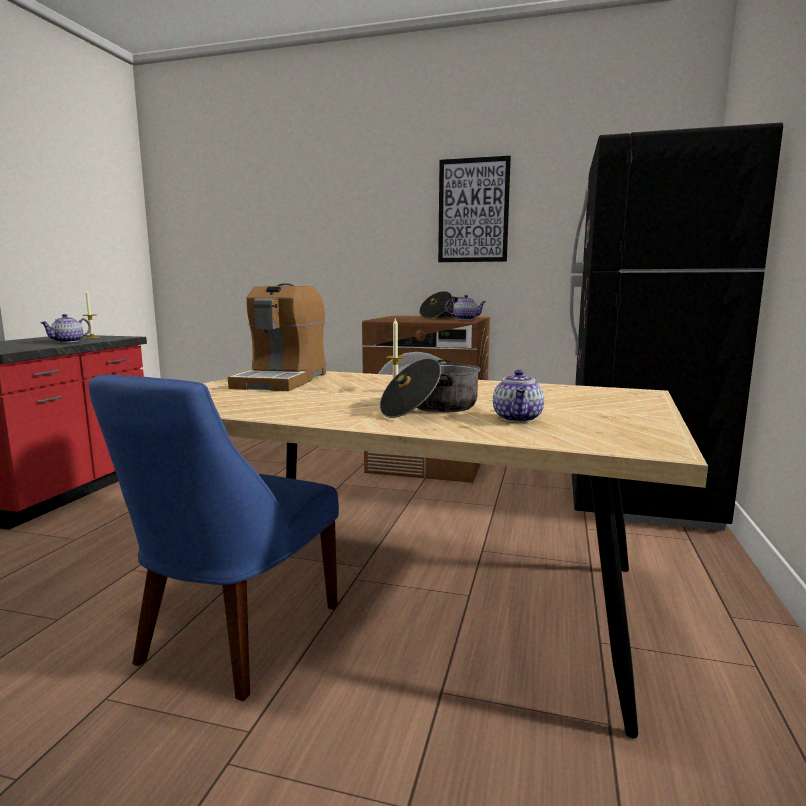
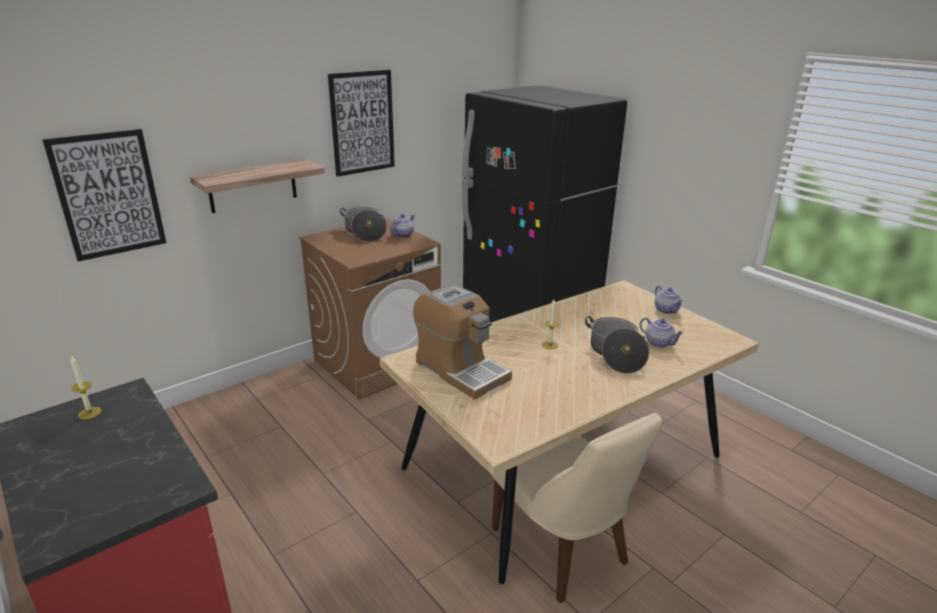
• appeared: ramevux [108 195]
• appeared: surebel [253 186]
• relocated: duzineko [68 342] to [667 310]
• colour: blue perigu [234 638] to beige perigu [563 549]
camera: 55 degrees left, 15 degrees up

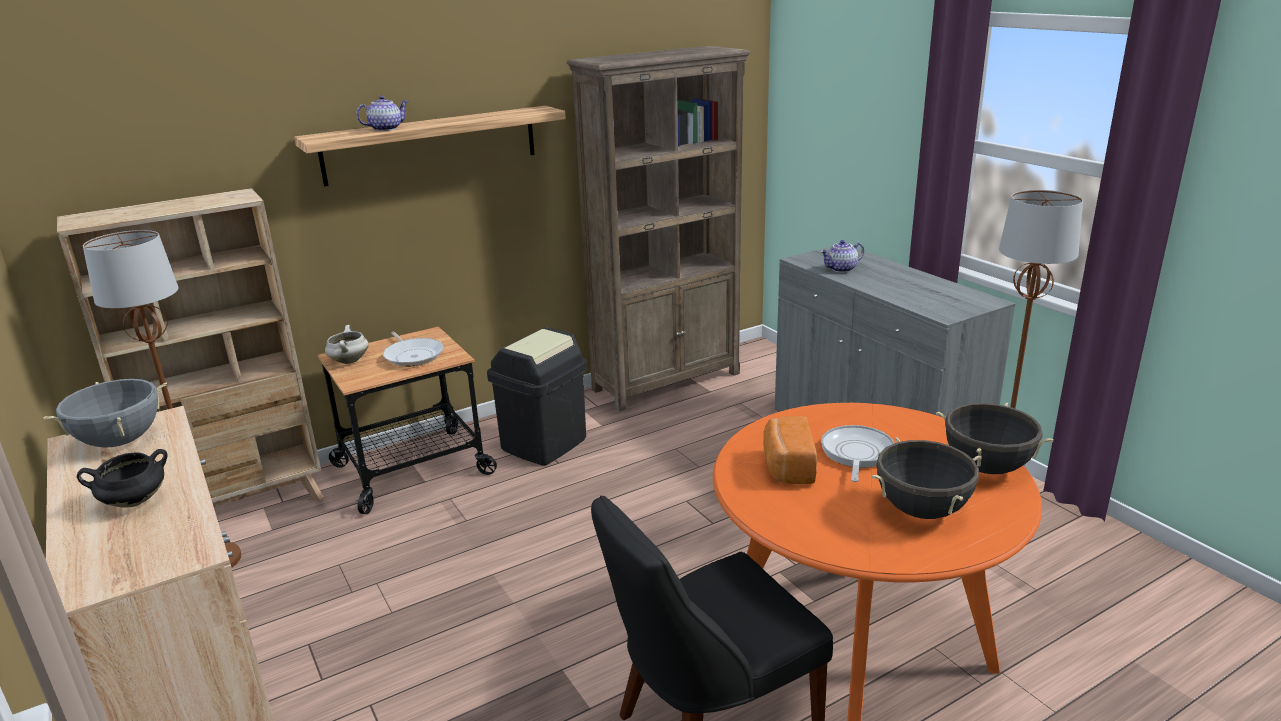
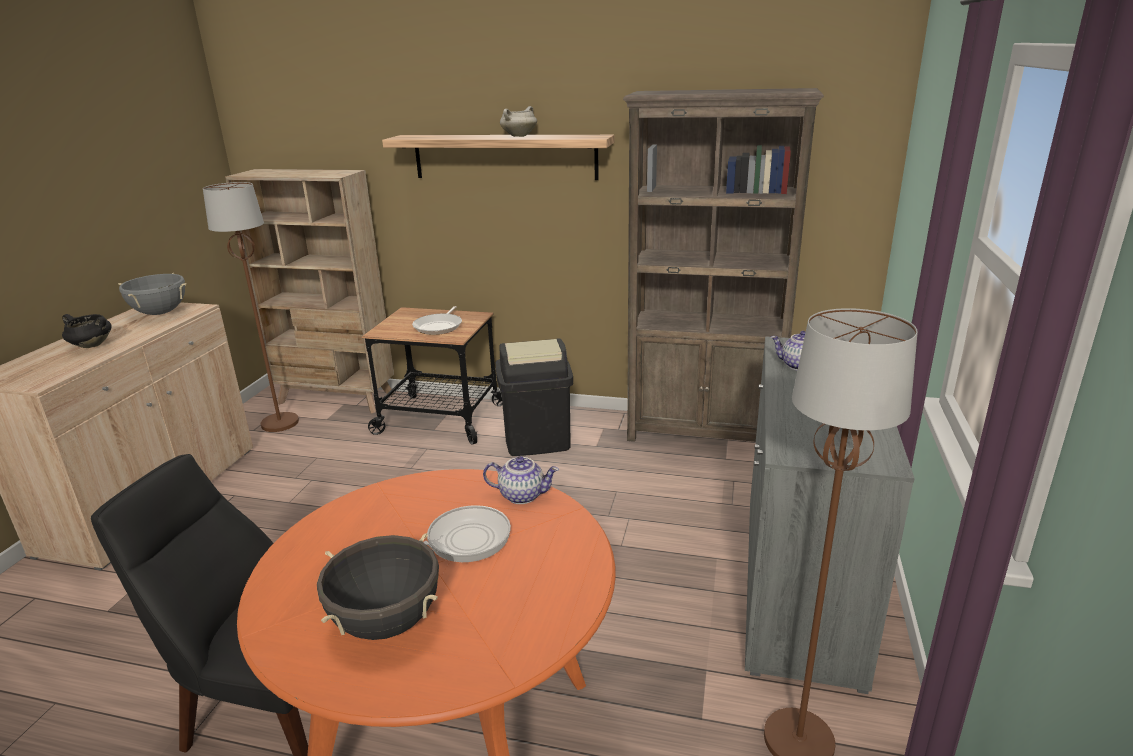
• missing: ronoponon [787 467]
• missing: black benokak [986 467]
• relocated: white benokak [349 361] to [519 136]
• relocated: duzineko [385 129] to [522 495]
camera: 45 degrees right, 0 degrees up

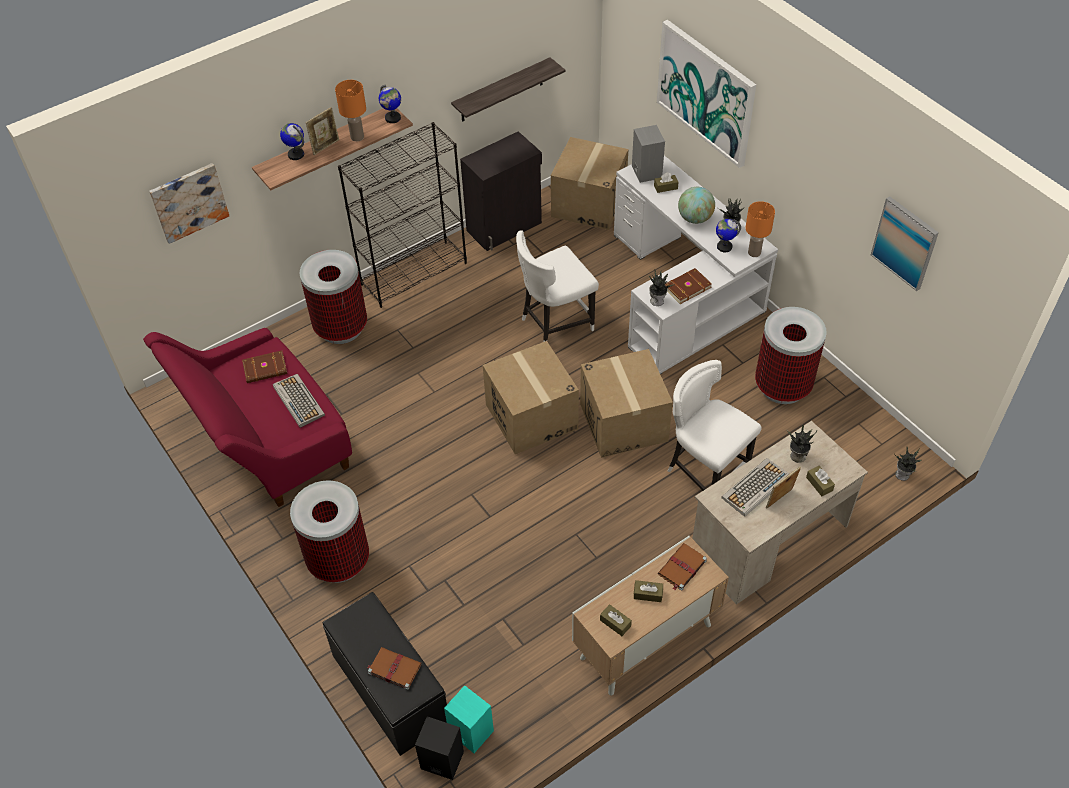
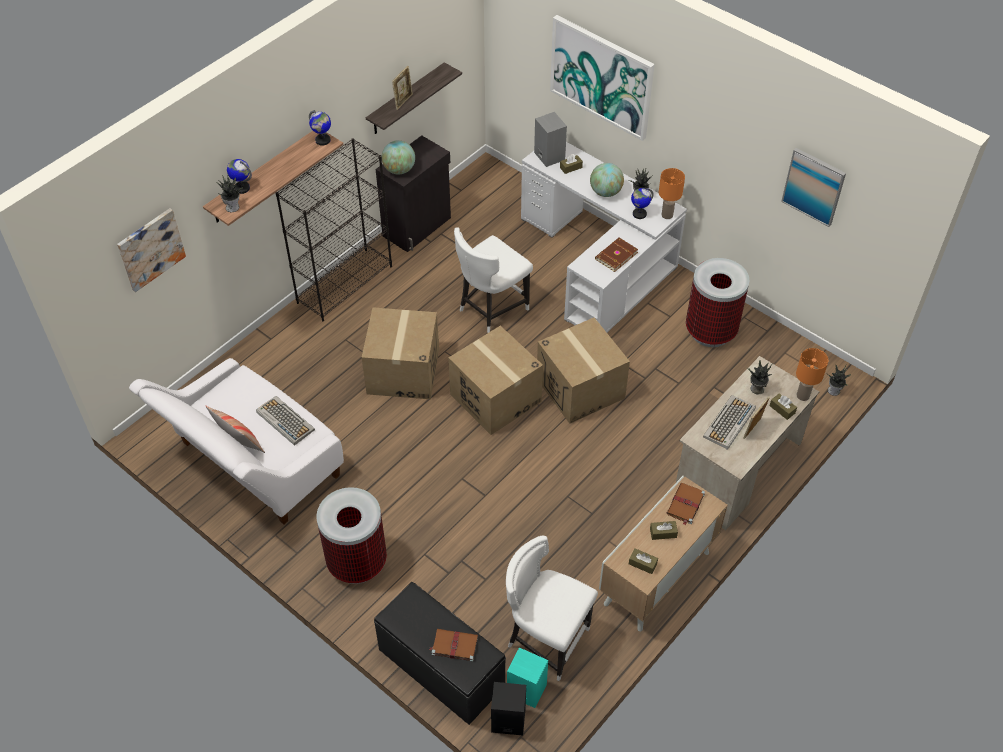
• missing: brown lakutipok [265 369]
• missing: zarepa [341 327]
• appeared: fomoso [240 443]
• appeared: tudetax [399 170]
• relocated: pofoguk [325 146] to [403 101]
• relocated: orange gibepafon [356 137] to [802 396]
• relocated: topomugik [588 203] to [403 371]
• relocated: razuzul [657 301] to [233 207]
• relocated: white perigu [705 471] to [546 639]
• colour: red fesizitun [266 441] to white fesizitun [253 466]
camera: 15 degrees left, 0 degrees up

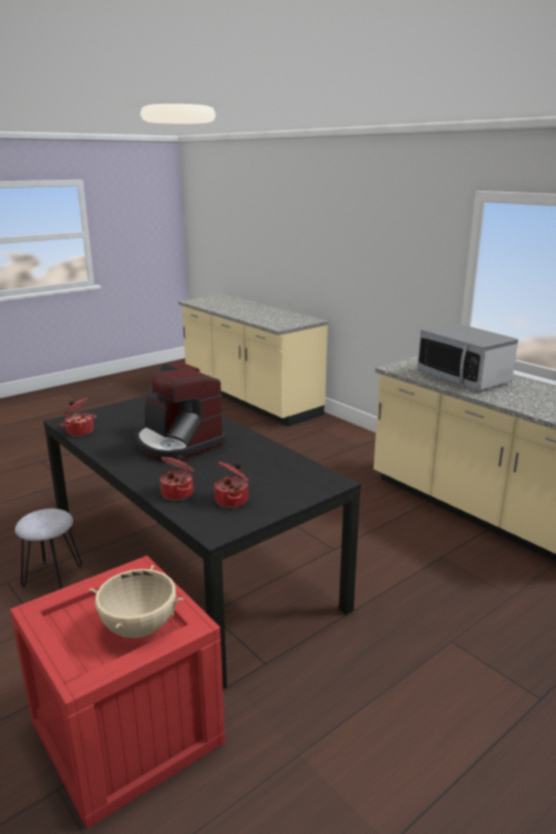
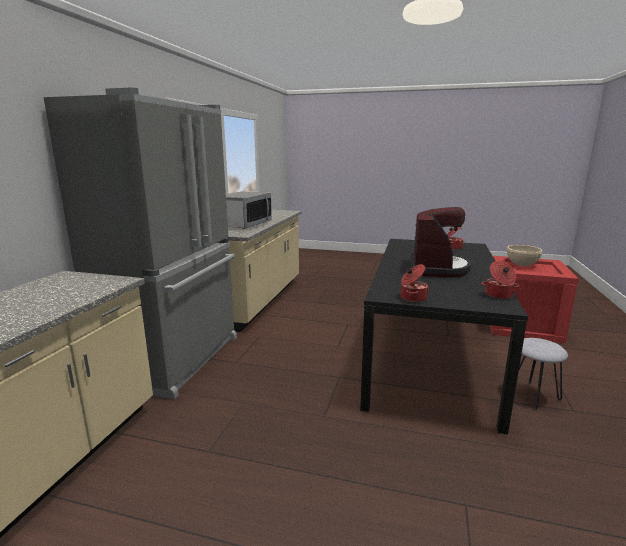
• appeared: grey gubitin [177 359]
• relocated: benokak [178 493] to [412 298]
camera: 125 degrees left, 5 degrees down

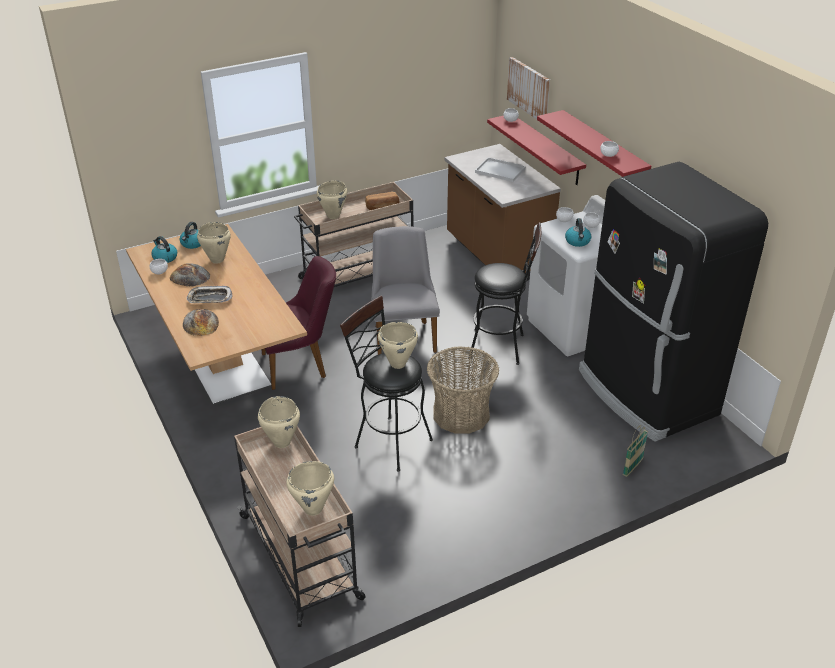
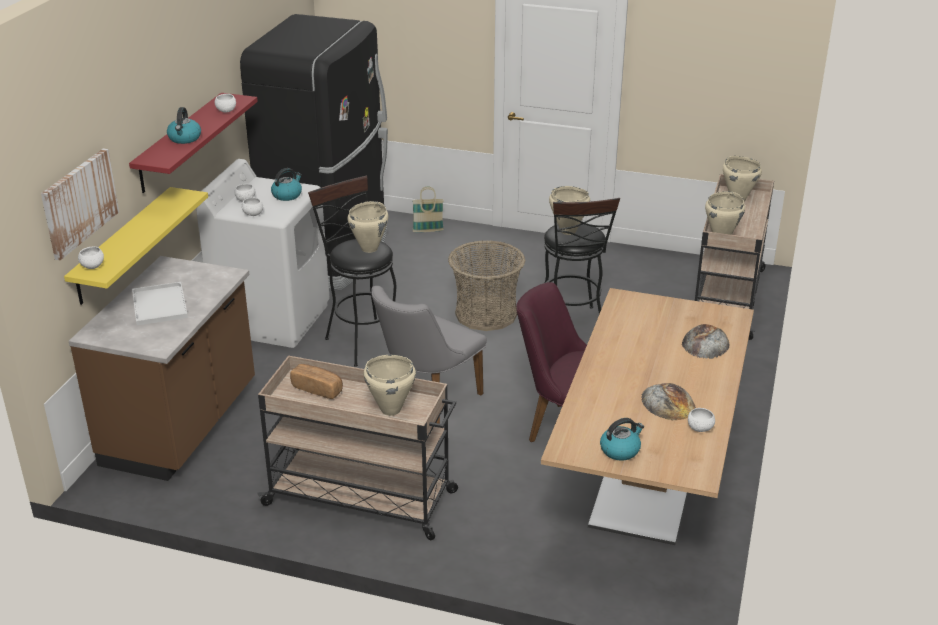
• missing: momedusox [209 298]
• relocated: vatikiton [164 258] to [185 138]
• relocated: beige benokak [217 260] to [370 248]
• colour: red surebel [546 149] to yellow surebel [123 245]
camera: 135 degrees left, 5 degrees down

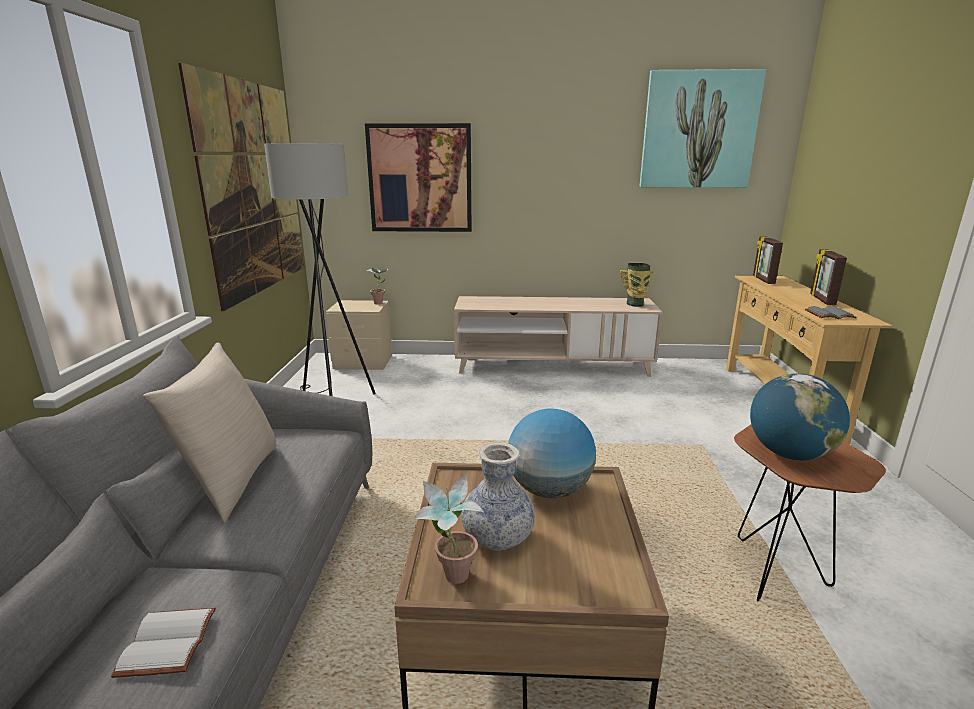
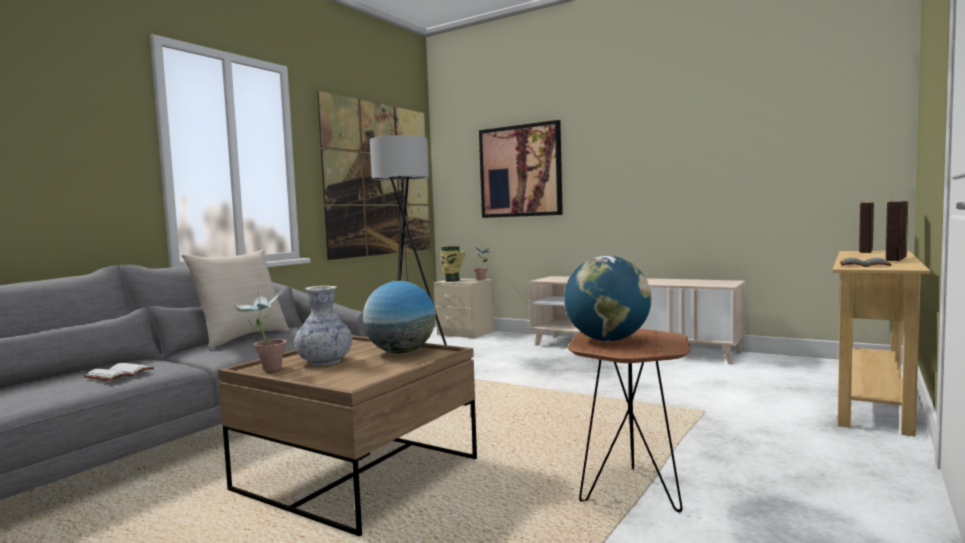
• missing: ramevux [698 130]
• relocated: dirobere [635 304] to [451 281]
camera: 30 degrees right, 15 degrees down

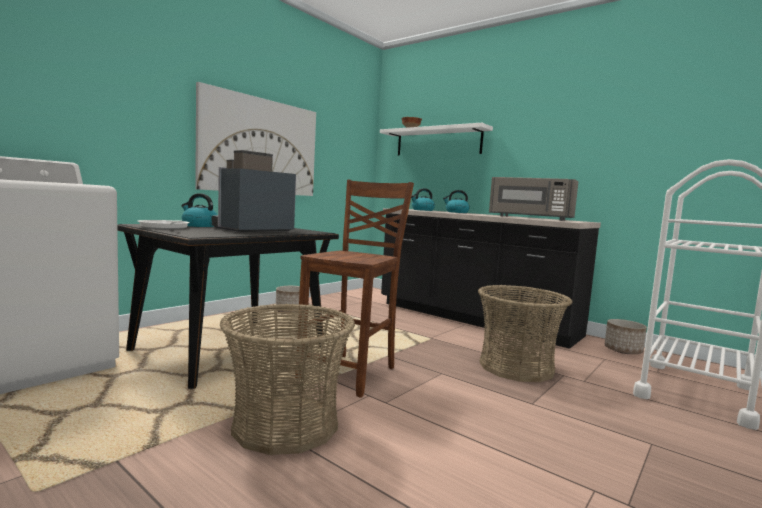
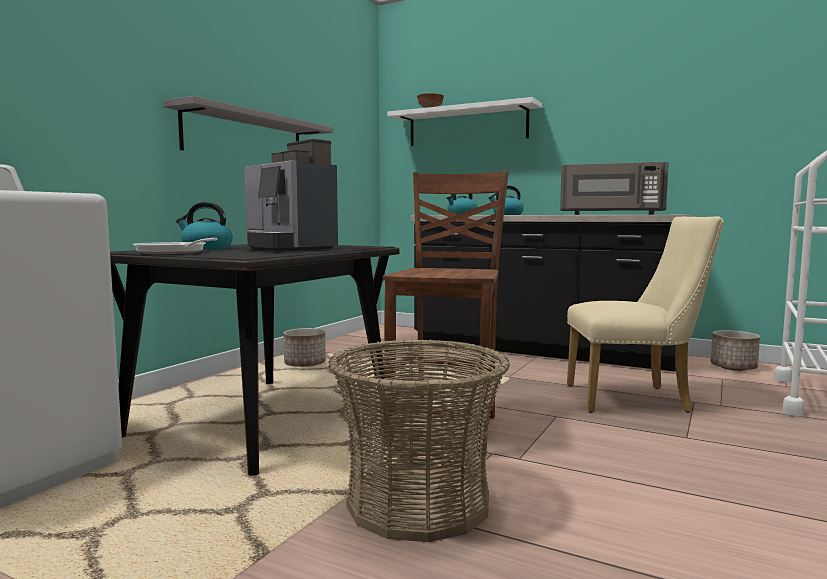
• exchanged: ramevux [260 146] to grey surebel [245 137]
• exchanged: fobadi [516 367] to beige perigu [635 399]
• spun: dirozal [252 230] = [288 248] 75 degrees counterclockwise
camera: 10 degrees left, 0 degrees up

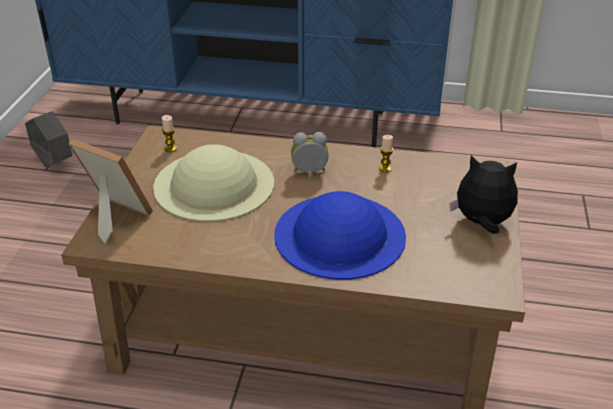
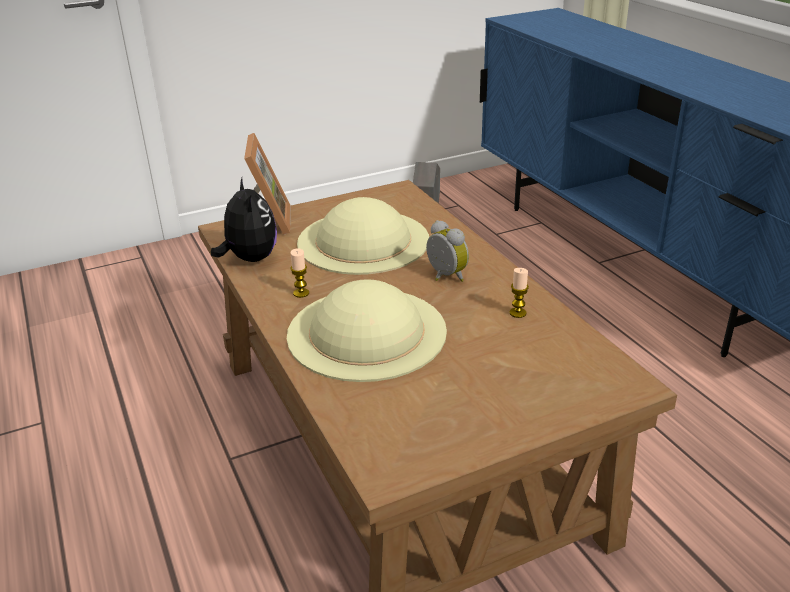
• relocated: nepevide [170 148] to [301 293]
• relocated: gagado [482 223] to [249 259]
• colour: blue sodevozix [340 235] to beige sodevozix [366 332]
camera: 55 degrees right, 5 degrees down

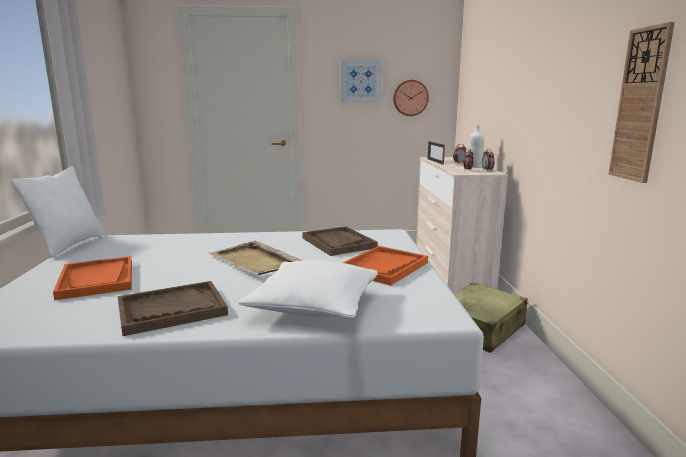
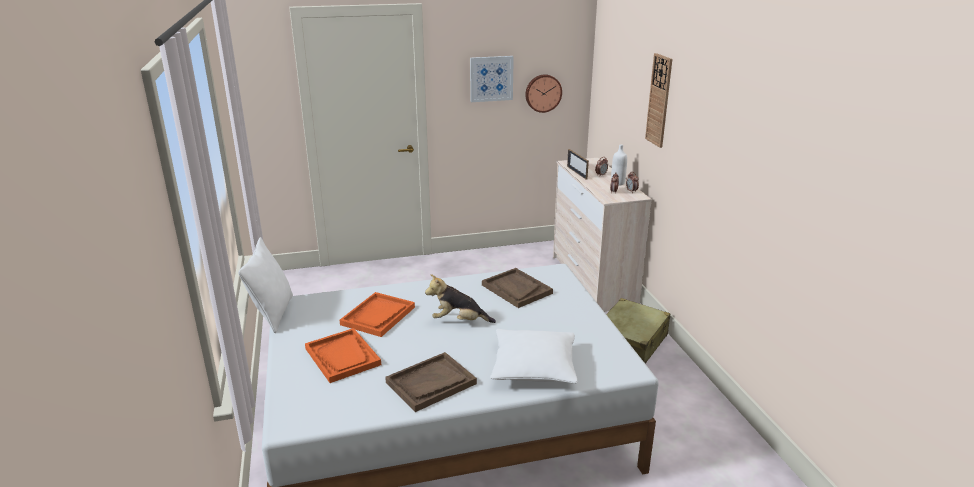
• relocated: orange momedusox [384 267] to [378 316]
• relocated: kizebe [640 105] to [659 100]
• exchanged: beige momedusox [255 261] to gagado [459 321]
camera: 10 degrees left, 10 degrees up

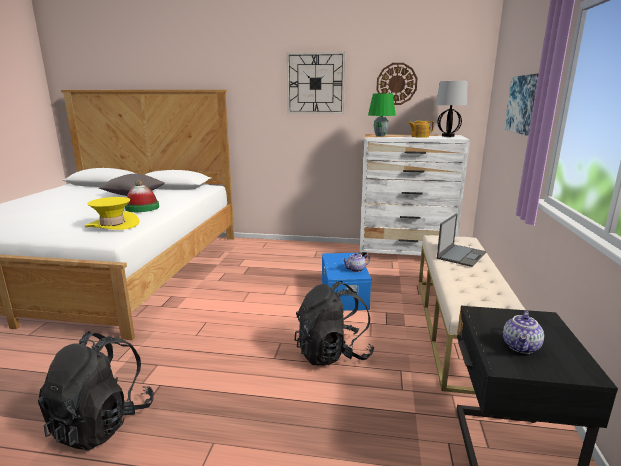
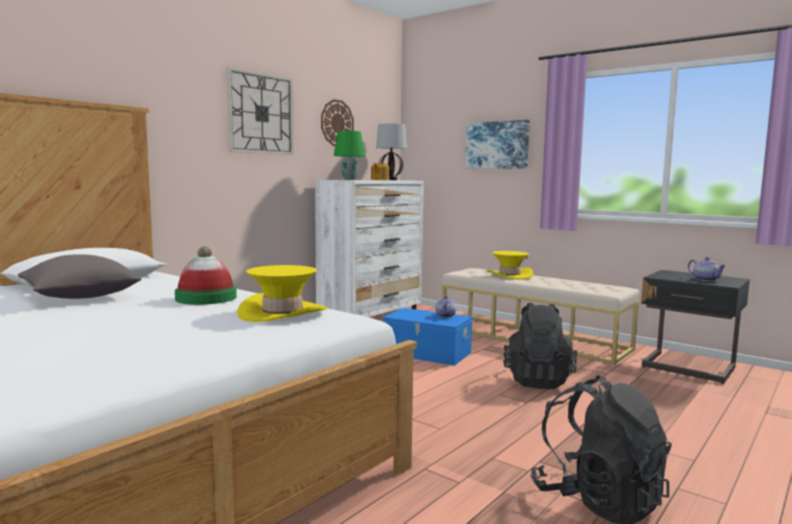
• exchanged: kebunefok [461 255] to yellow sodevozix [509 275]
camera: 60 degrees left, 10 degrees down

